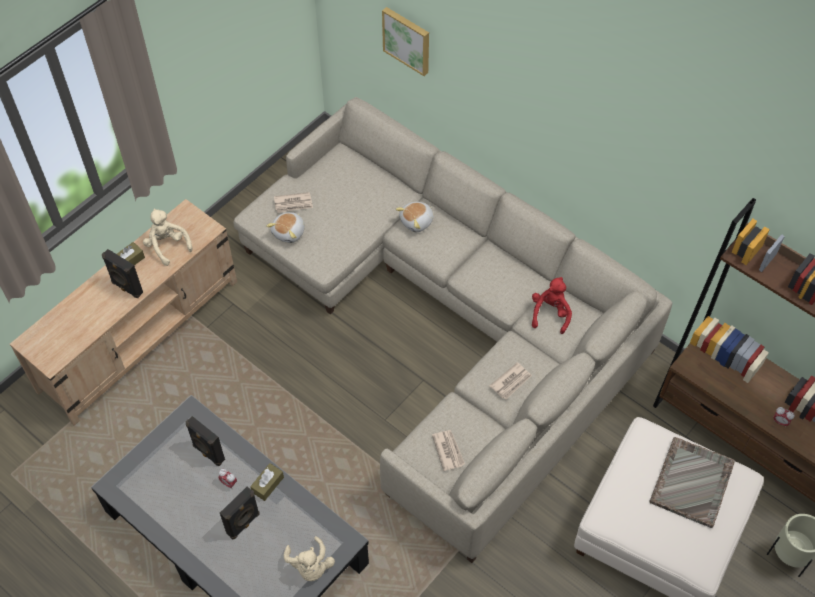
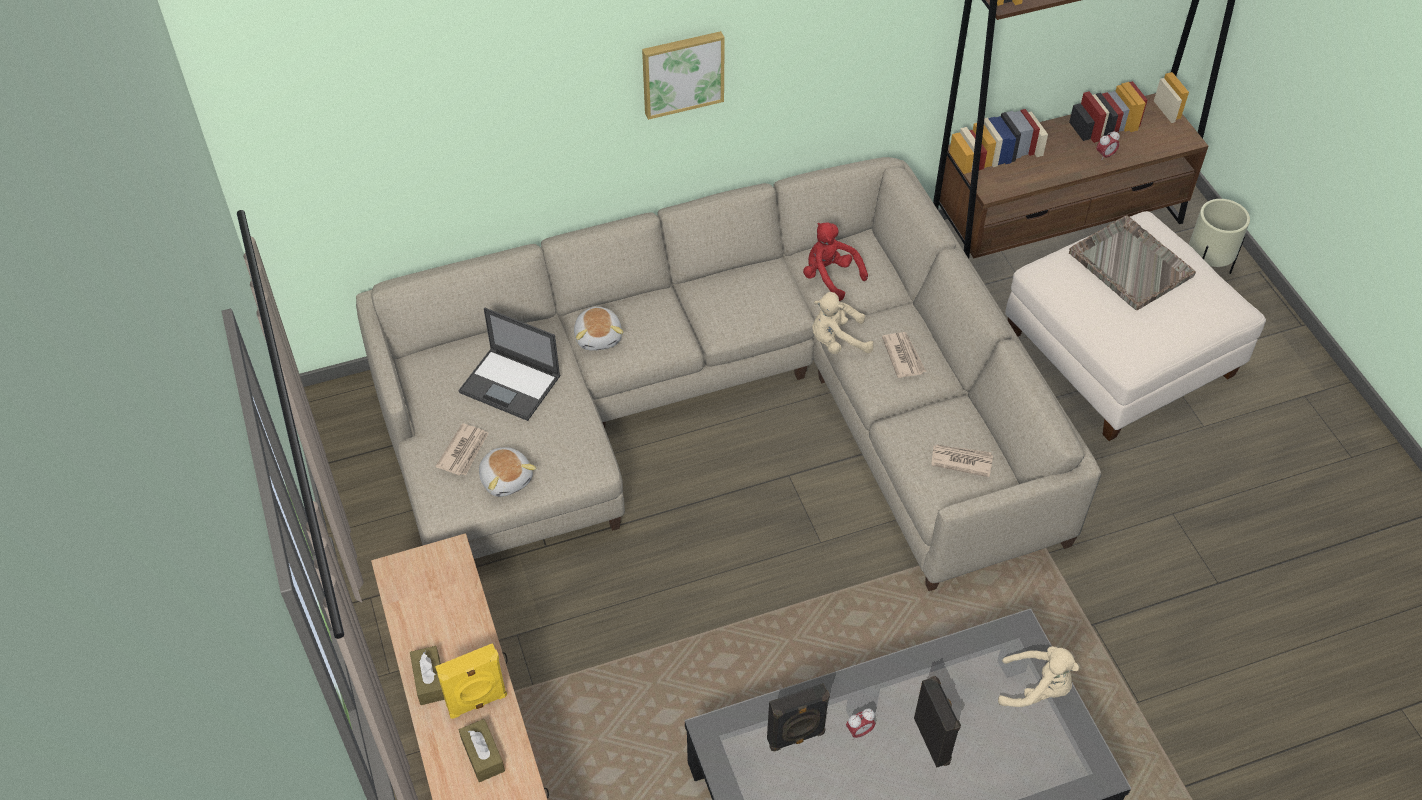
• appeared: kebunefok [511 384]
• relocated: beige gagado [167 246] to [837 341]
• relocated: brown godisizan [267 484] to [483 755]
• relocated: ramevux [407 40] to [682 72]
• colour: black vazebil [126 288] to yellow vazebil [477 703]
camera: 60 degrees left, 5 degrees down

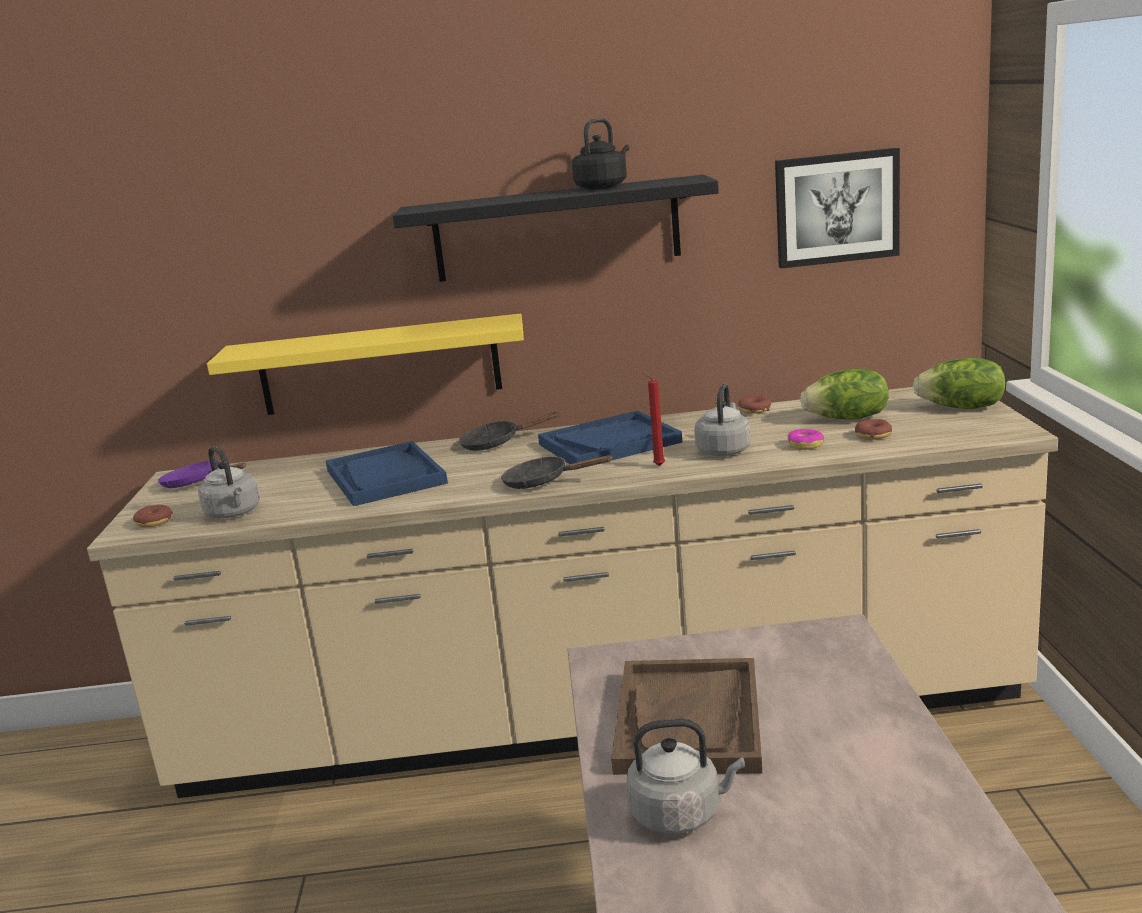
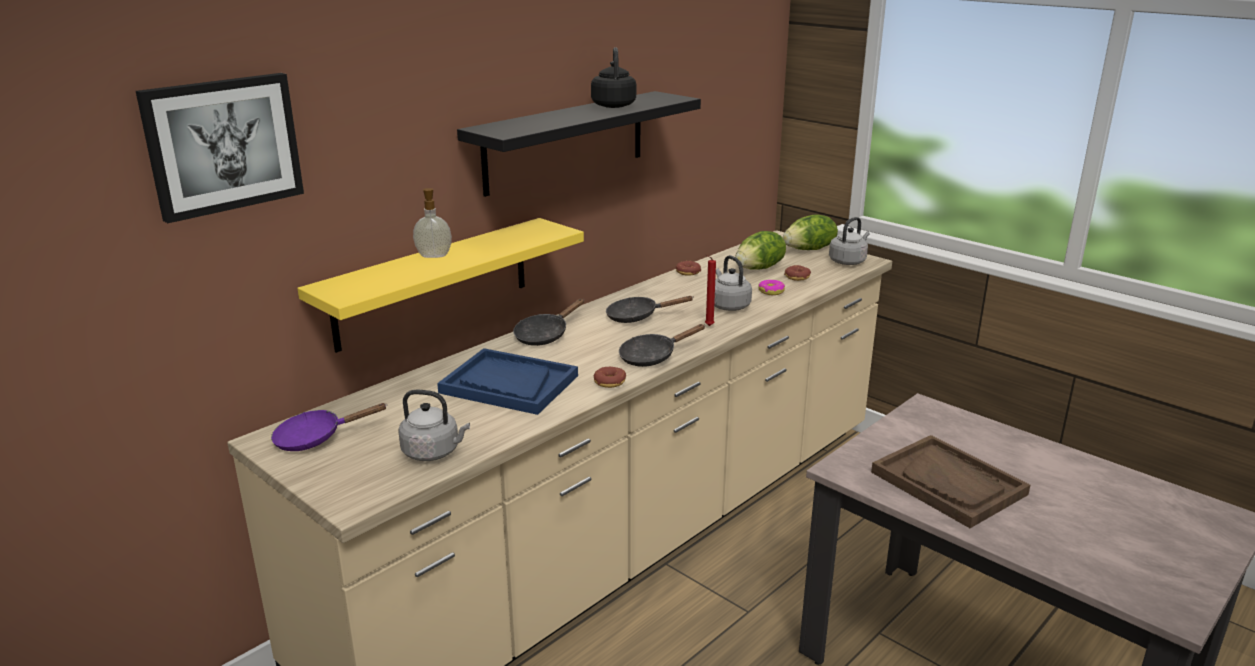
• appeared: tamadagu [434 255]
• relocated: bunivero [154 522] to [609 382]
• relocated: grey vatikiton [680 814] to [848 261]
• relocated: ramevux [836 208] to [223 145]
• exchanged: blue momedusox [609 443] to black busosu [637 316]
camera: 45 degrees left, 5 degrees up

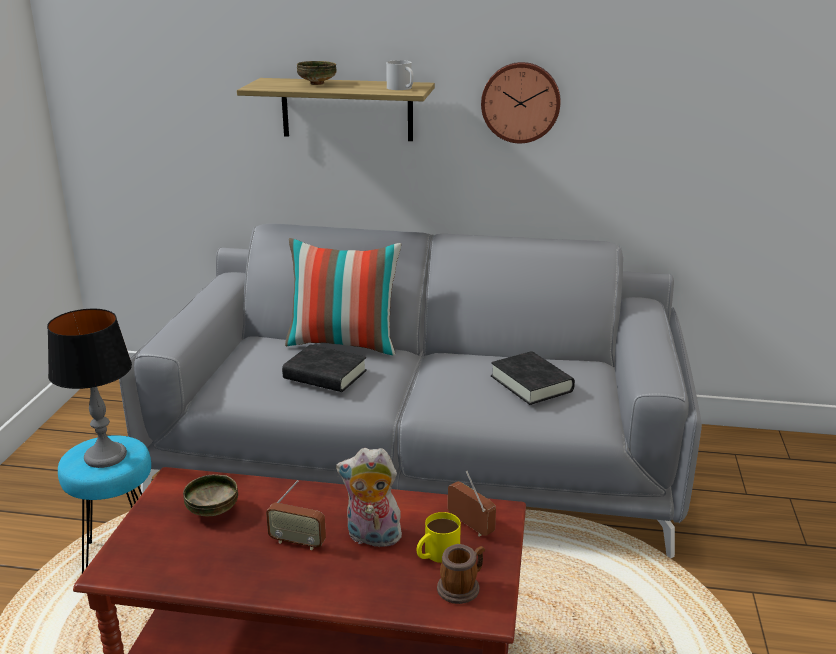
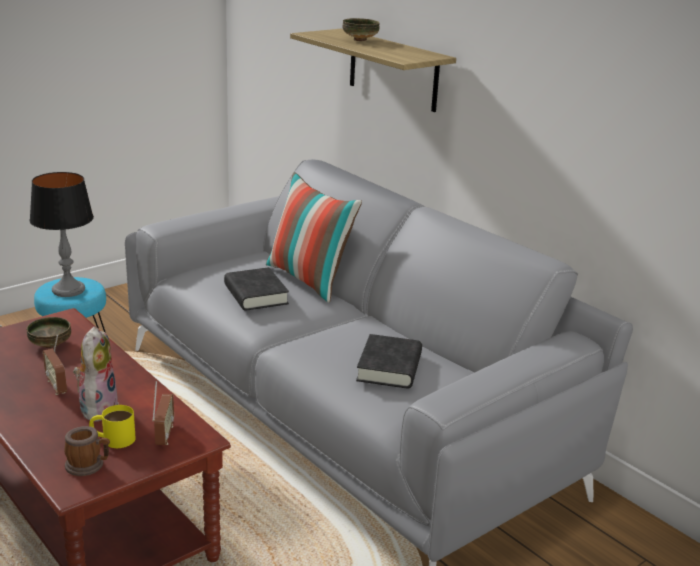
• missing: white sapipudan [402 88]
• missing: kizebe [520 102]
• spun: gagado [372 538] = [97 408] 45 degrees clockwise
camera: 40 degrees right, 0 degrees up

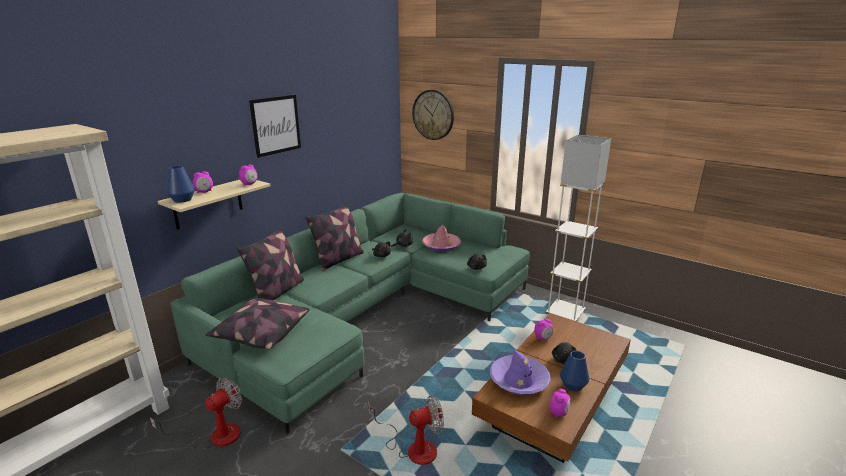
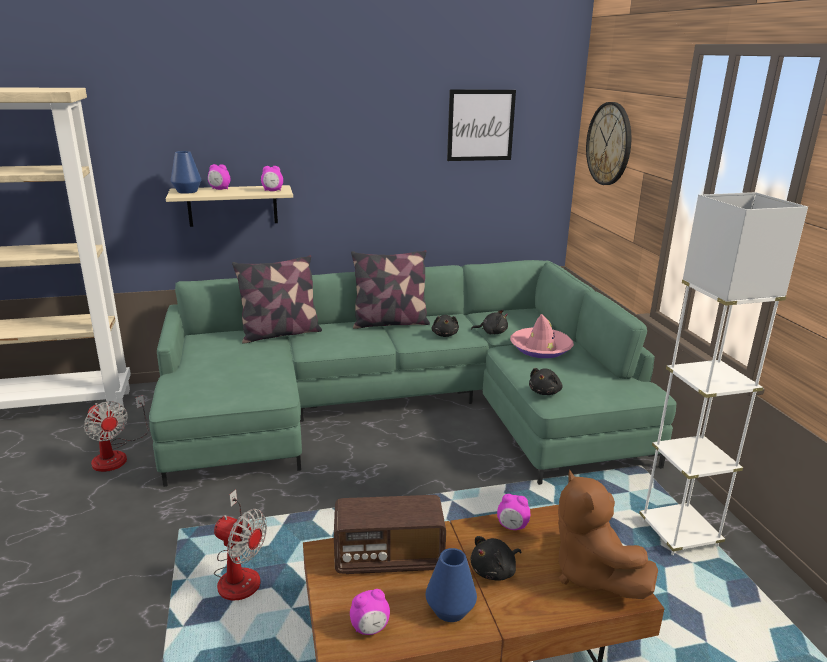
• missing: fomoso [261 334]
• appeared: brown gagado [591 573]
• relocated: ramevux [276 125] to [480 125]
• exchanged: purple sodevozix [519 380] to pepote [389 557]
• spun: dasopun [214 436] = [116 455] 60 degrees clockwise
camera: 40 degrees right, 0 degrees up

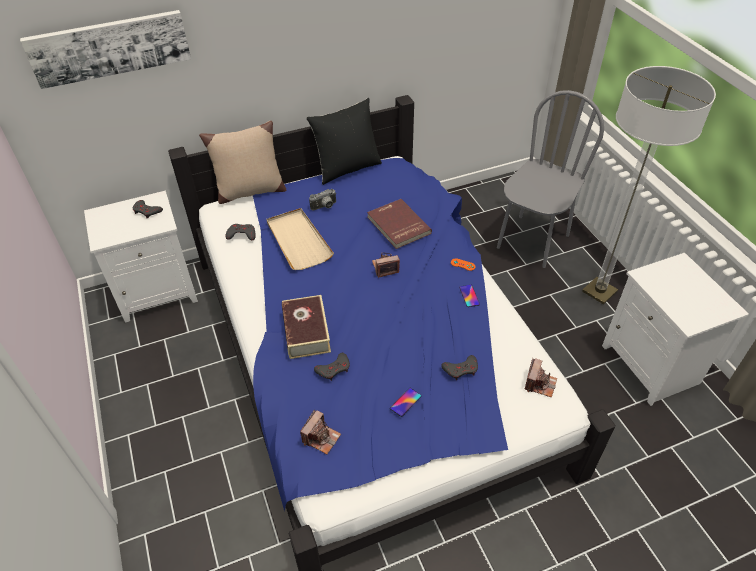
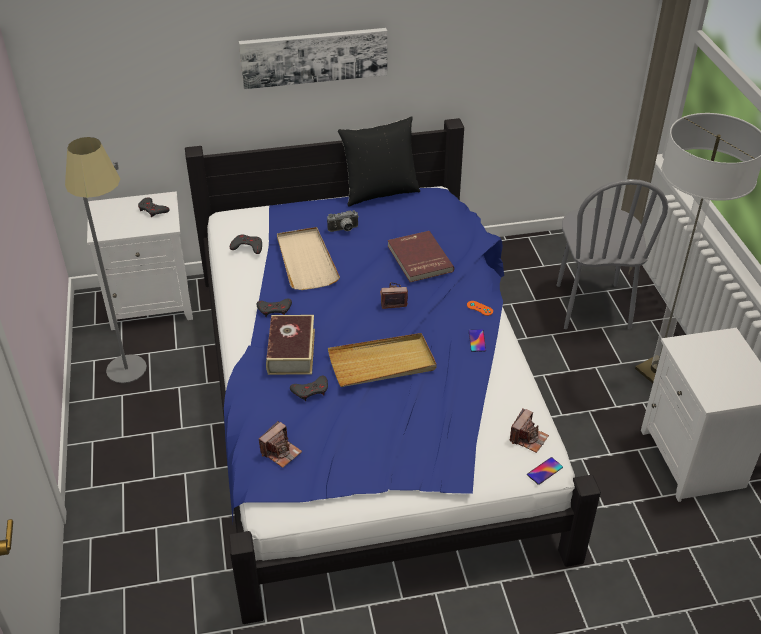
• missing: beige fomoso [250 191]
• appeared: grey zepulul [135 379]
• appeared: beige momedusox [382 363]
• relocated: ramevux [109 47] to [314 57]
• relocated: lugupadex [405 402] to [544 471]
• relocated: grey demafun [461 369] to [274 309]
• spun: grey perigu [532 241] = [592 306] 135 degrees clockwise
camera: 10 degrees right, 5 degrees down

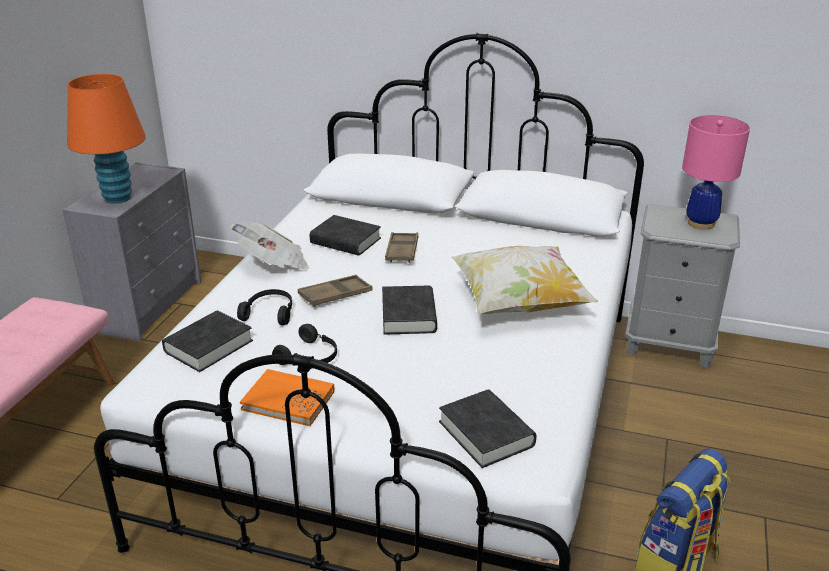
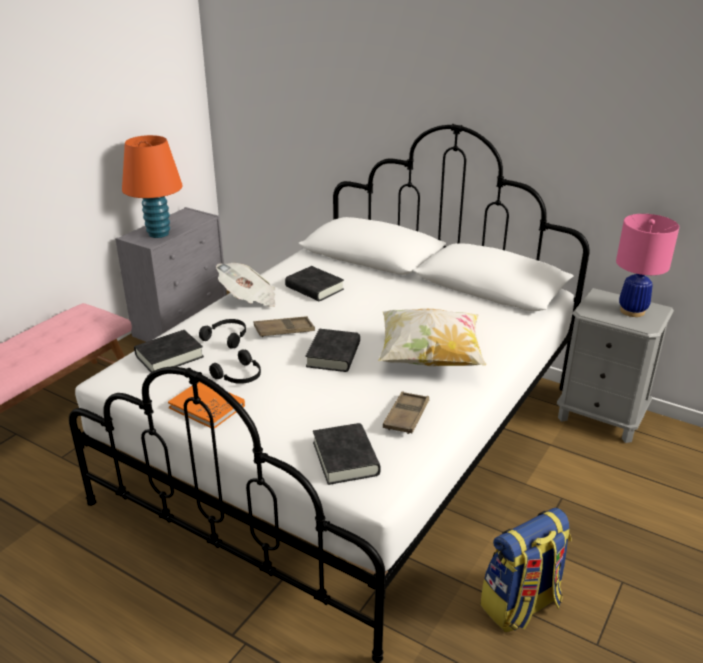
• relocated: brown momedusox [402 251] to [406 416]
camera: 15 degrees right, 0 degrees up

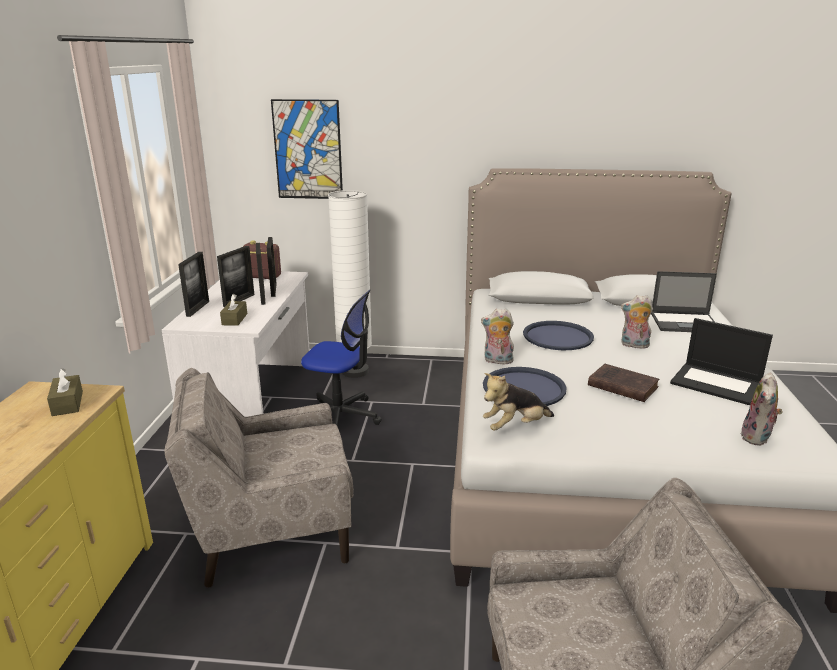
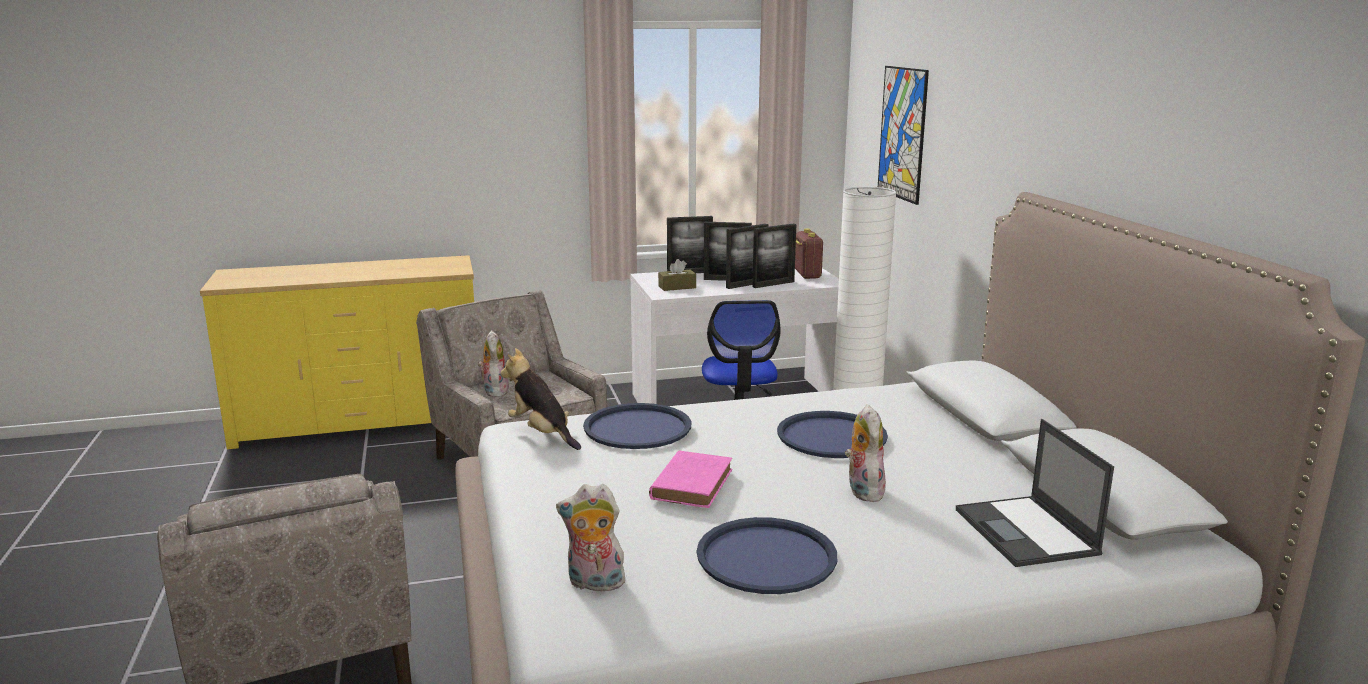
• missing: brown godisizan [67 403]
• relocated: gagado [497 361] to [494 391]
• exchanged: kebunefok [717 383] to blue momedusox [766 557]
• colour: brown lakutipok [621 386] to pink lakutipok [692 483]
camera: 70 degrees right, 5 degrees down

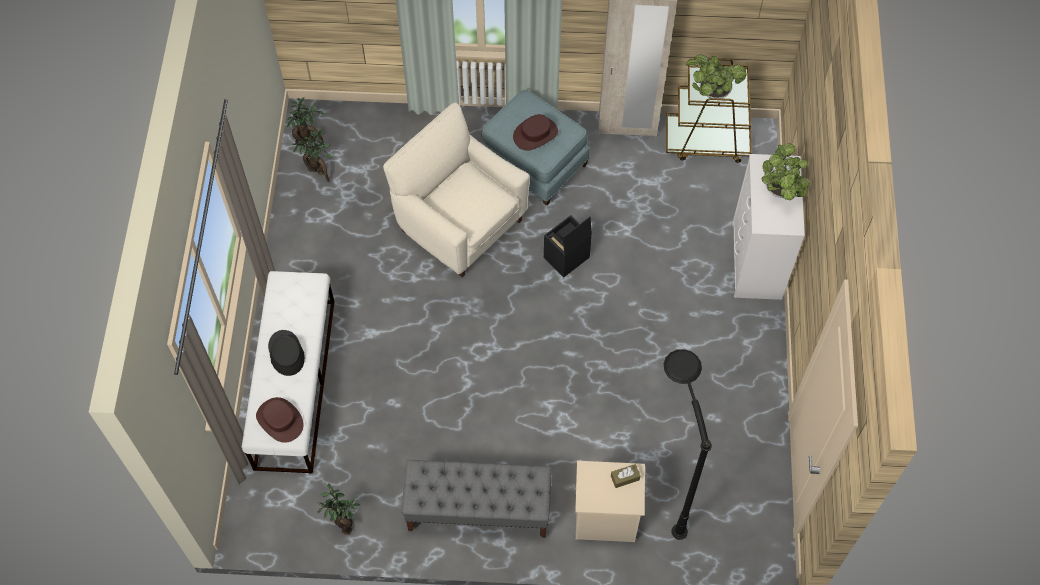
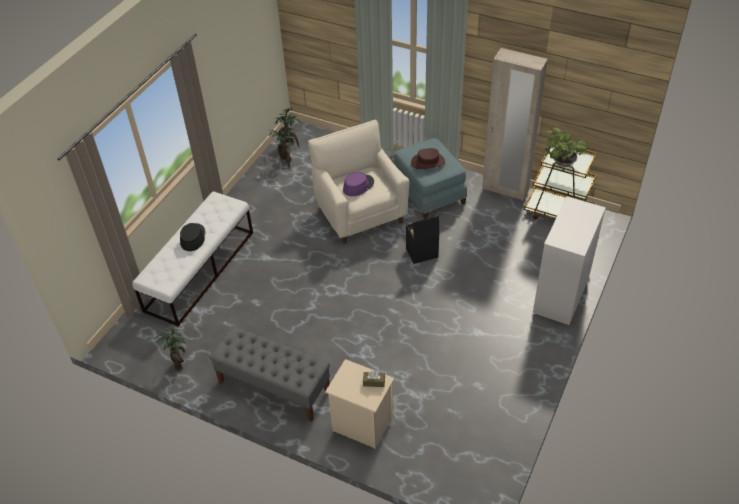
• missing: brown sodevozix [280 420]
• missing: black zepulul [664 485]
• missing: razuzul [781 192]
• appeared: purple sodevozix [358 186]
camera: 25 degrees right, 15 degrees down

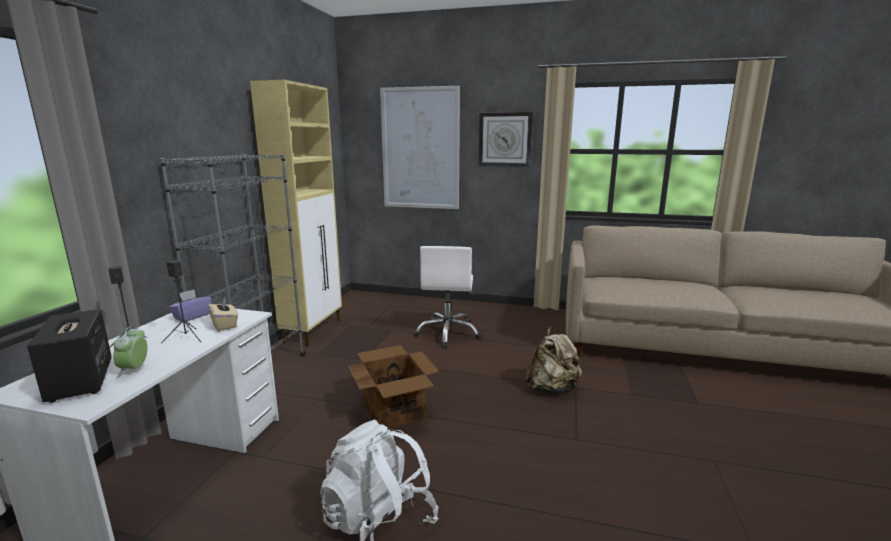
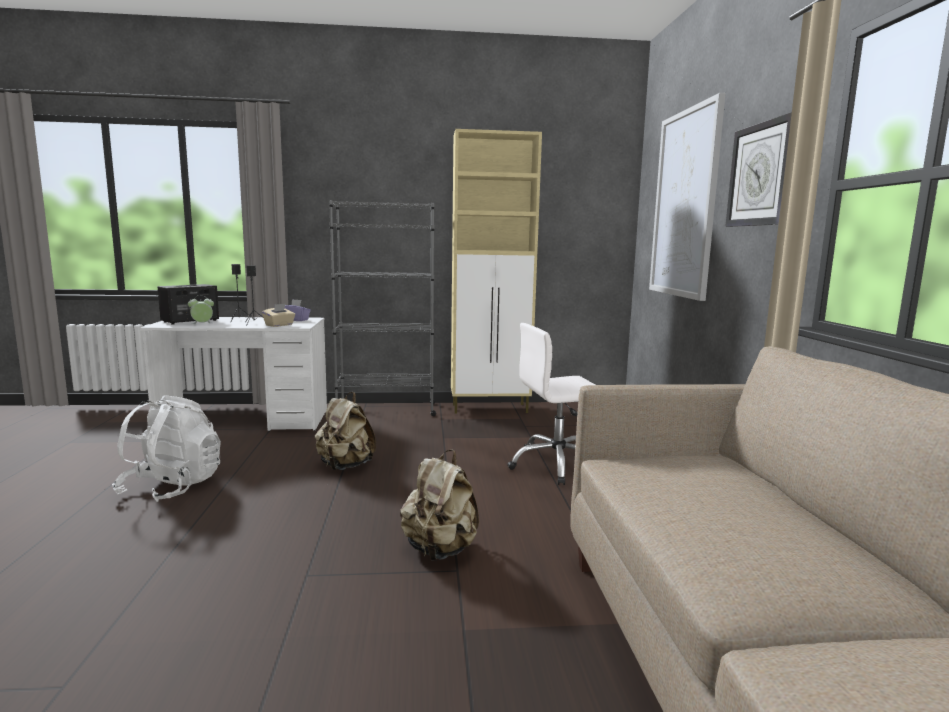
• exchanged: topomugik [394 410] to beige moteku [345 466]
camera: 70 degrees right, 5 degrees down

